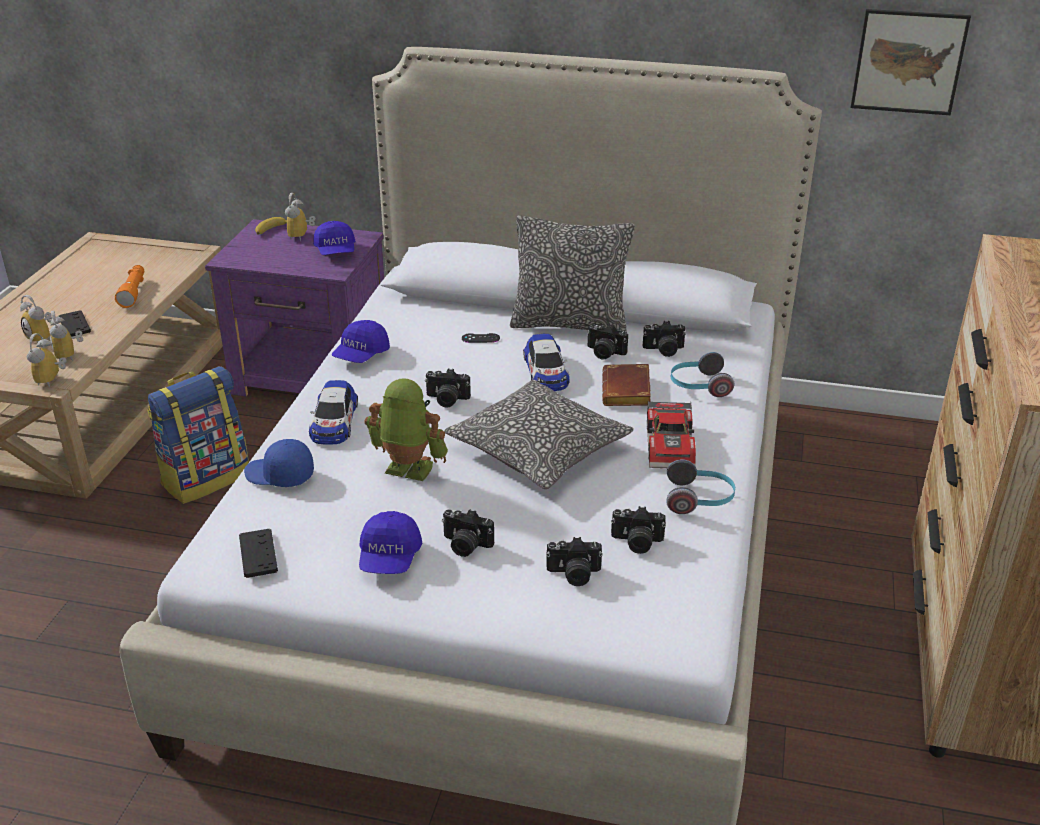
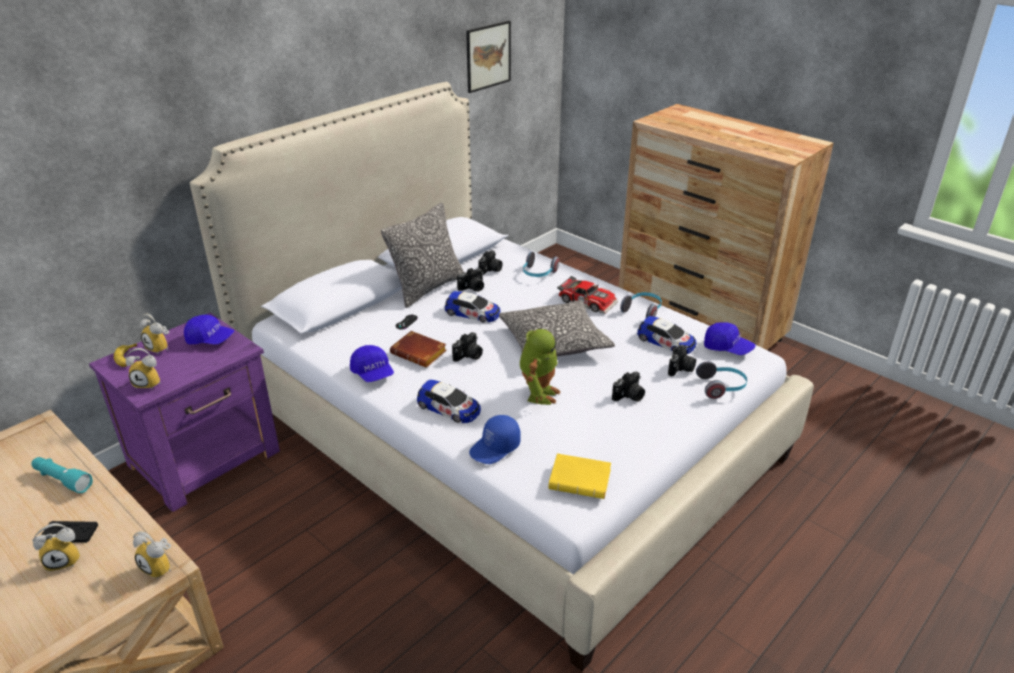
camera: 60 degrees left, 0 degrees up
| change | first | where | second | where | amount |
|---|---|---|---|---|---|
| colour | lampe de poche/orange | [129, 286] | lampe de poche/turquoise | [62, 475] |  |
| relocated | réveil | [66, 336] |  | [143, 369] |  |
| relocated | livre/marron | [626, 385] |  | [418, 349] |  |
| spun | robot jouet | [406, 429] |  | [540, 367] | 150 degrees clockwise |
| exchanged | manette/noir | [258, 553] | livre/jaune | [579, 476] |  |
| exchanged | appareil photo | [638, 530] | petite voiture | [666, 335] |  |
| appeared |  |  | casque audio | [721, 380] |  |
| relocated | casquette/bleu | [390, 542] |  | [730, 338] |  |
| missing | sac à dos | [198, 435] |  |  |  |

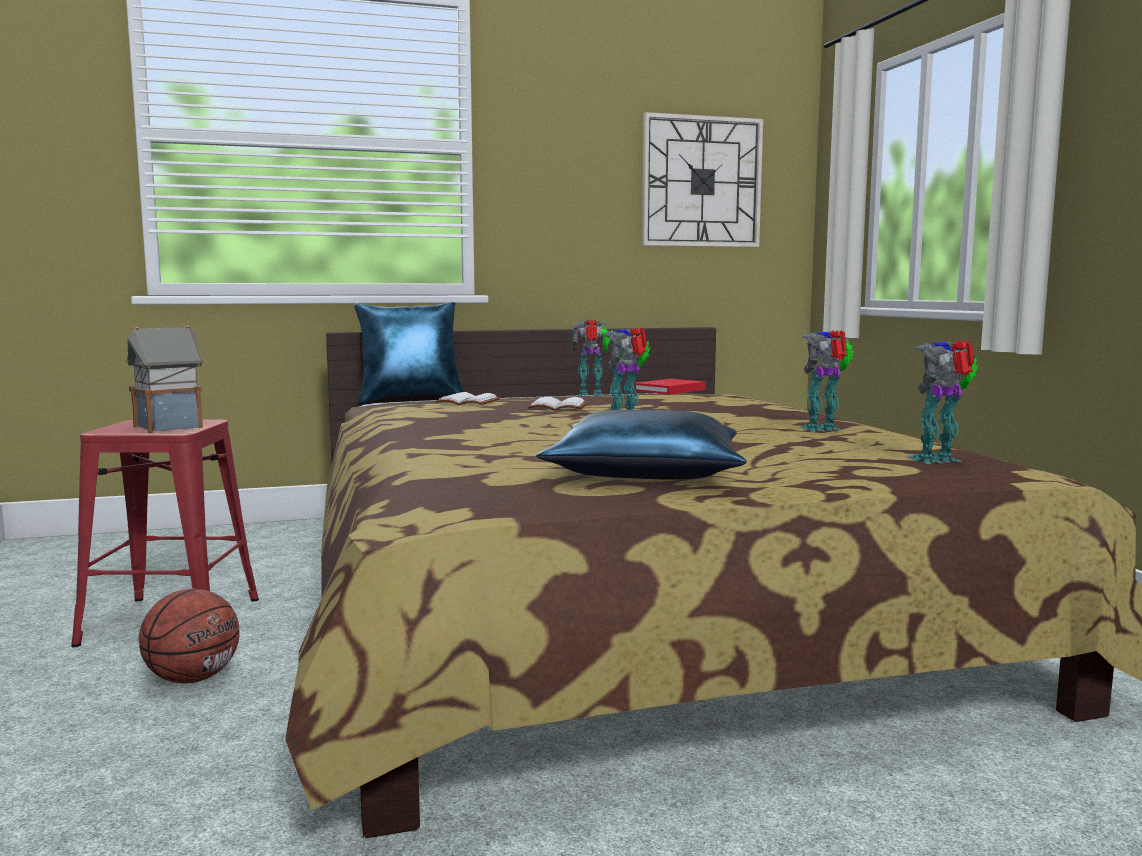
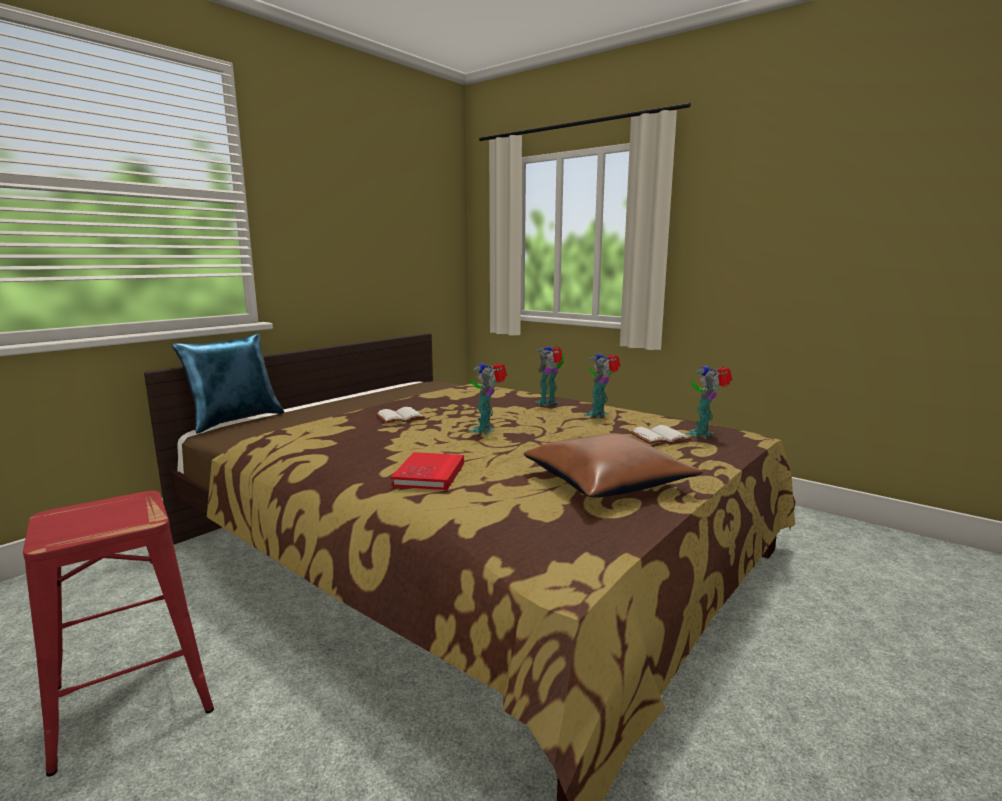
camera: 35 degrees left, 5 degrees up
| change | first | where | second | where | amount |
|---|---|---|---|---|---|
| relocated | livre/rouge | [670, 387] |  | [427, 471] |  |
| colour | coussin/bleu | [641, 445] | coussin/marron | [613, 465] |  |
| relocated | robot jouet | [591, 358] |  | [550, 376] |  |
| relocated | livre/blanc | [467, 398] |  | [660, 434] |  |
| missing | maison miniature | [164, 379] |  |  |  |
| missing | ballon de basket | [189, 636] |  |  |  |
| missing | horloge murale | [702, 179] |  |  |  |

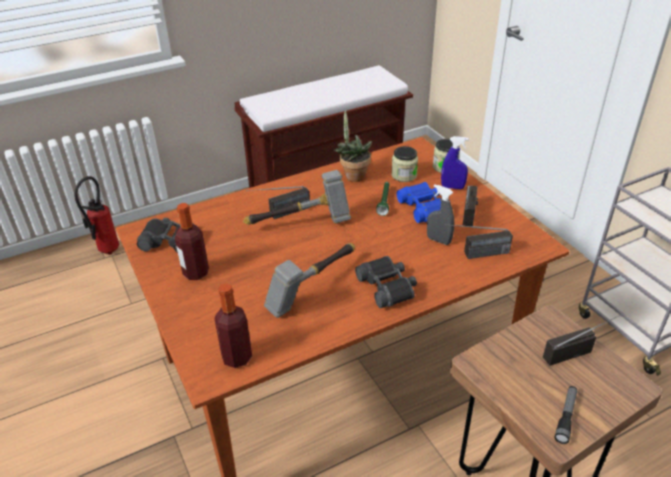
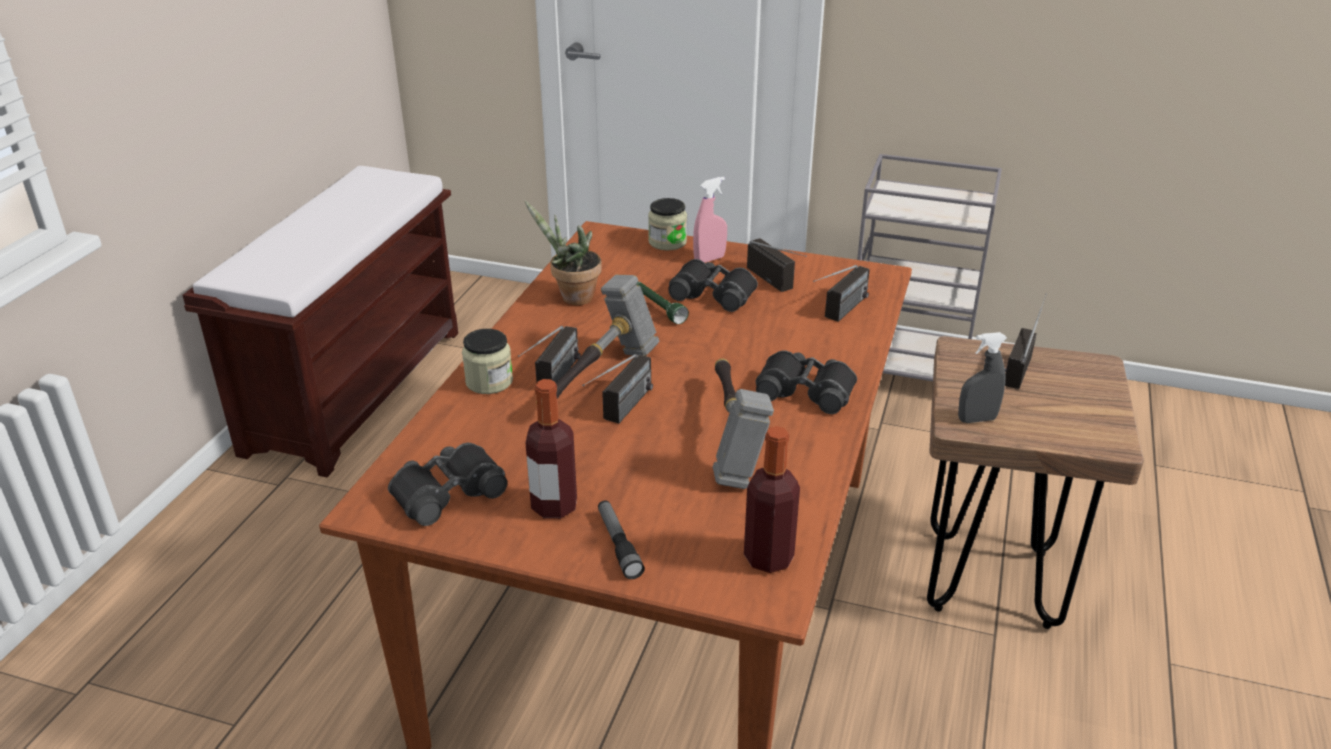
camera: 45 degrees left, 5 degrees down
| change | first | where | second | where | amount |
|---|---|---|---|---|---|
| relocated | bocal | [404, 164] |  | [487, 361] |  |
| appeared |  |  | radio | [617, 388] |  |
| relocated | lampe de poche | [565, 415] |  | [621, 539] |  |
| colour | jumelles/bleu | [419, 202] | jumelles/noir | [713, 285] |  |
| colour | vaporisateur/bleu | [455, 162] | vaporisateur/rose | [710, 220] |  |
| relocated | vaporisateur/gris | [440, 214] |  | [982, 377] |  |
| missing | extincteur | [96, 215] |  |  |  |

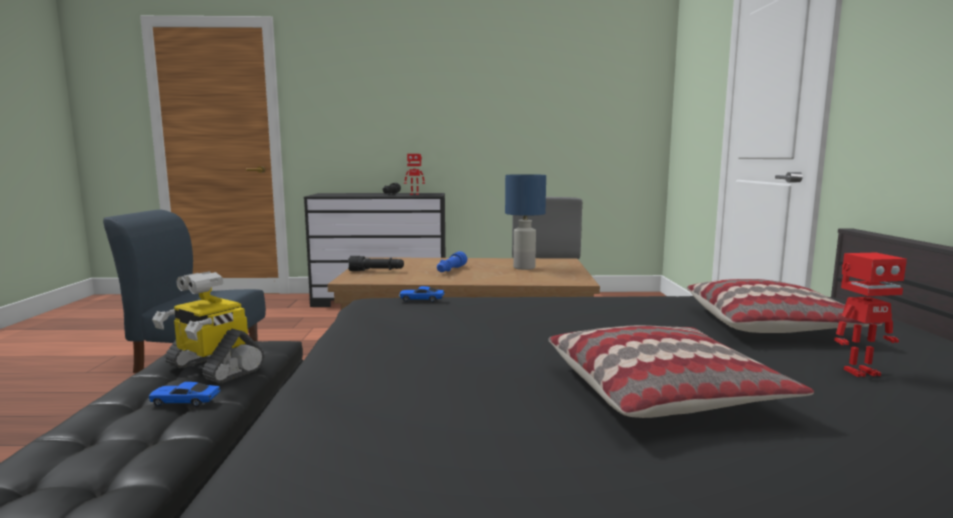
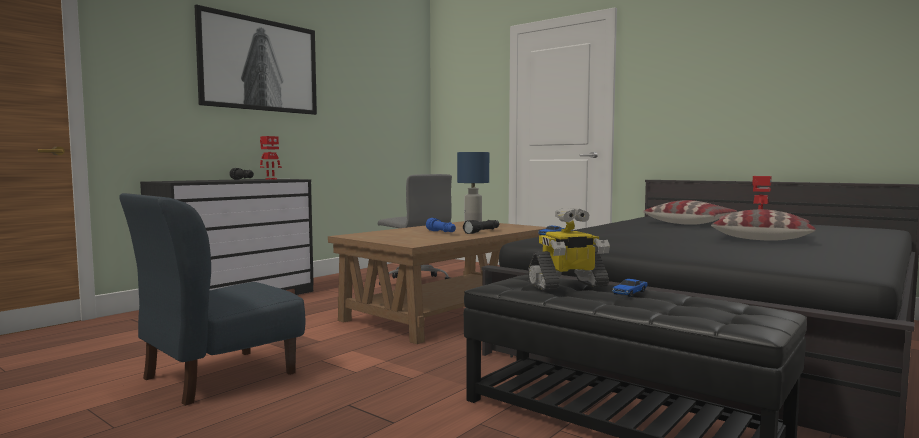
camera: 50 degrees left, 5 degrees down
| change | first | where | second | where | amount |
|---|---|---|---|---|---|
| appeared |  |  | tableau | [256, 59] |  |
| relocated | lampe de poche/noir | [376, 263] |  | [481, 227] |  |

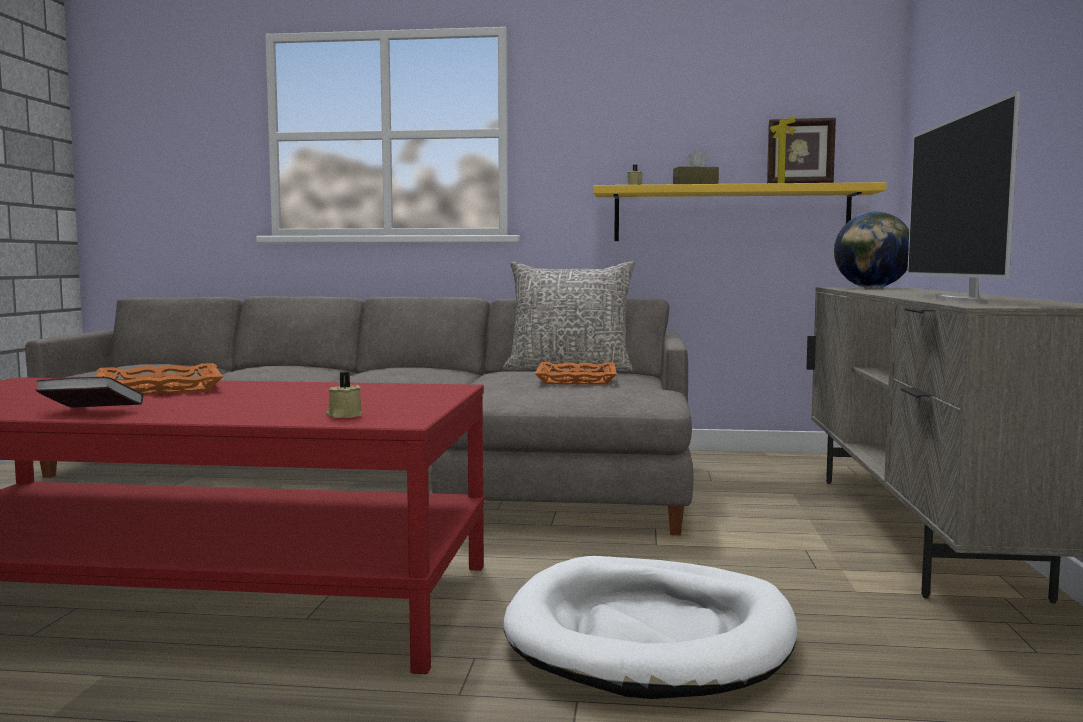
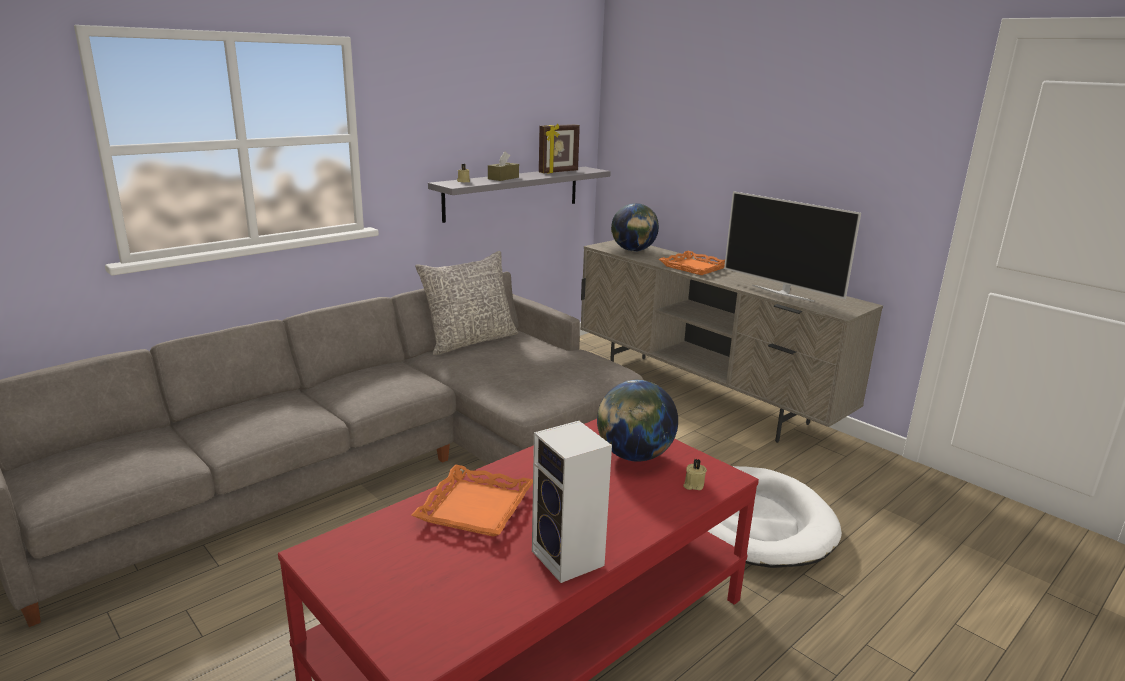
camera: 50 degrees left, 15 degrees up
| change | first | where | second | where | amount |
|---|---|---|---|---|---|
| colour | étagère/jaune | [739, 211] | étagère/gris | [519, 195] |  |
| exchanged | livre | [89, 392] | enceinte | [572, 502] |  |
| appeared |  |  | globe | [637, 421] |  |
| relocated | plateau/orange | [575, 373] |  | [692, 263] |  |

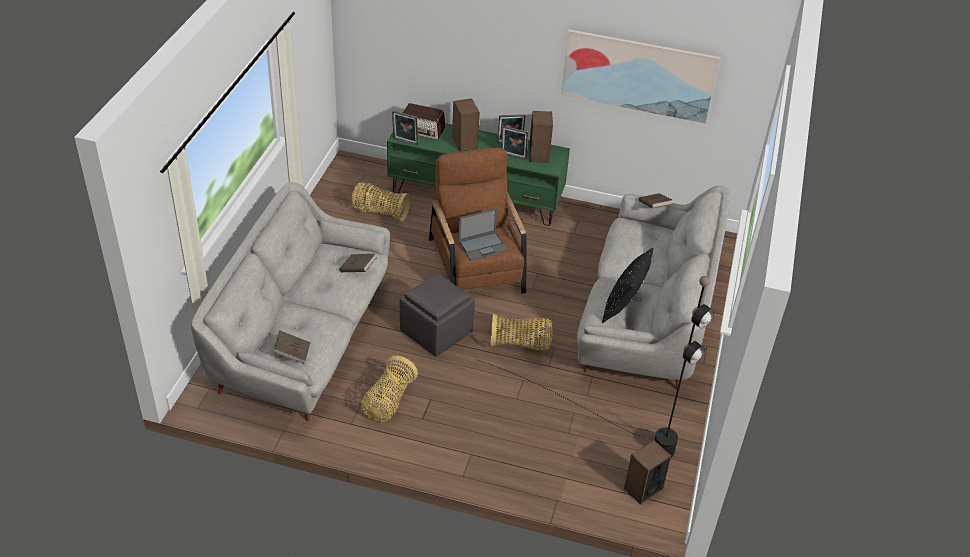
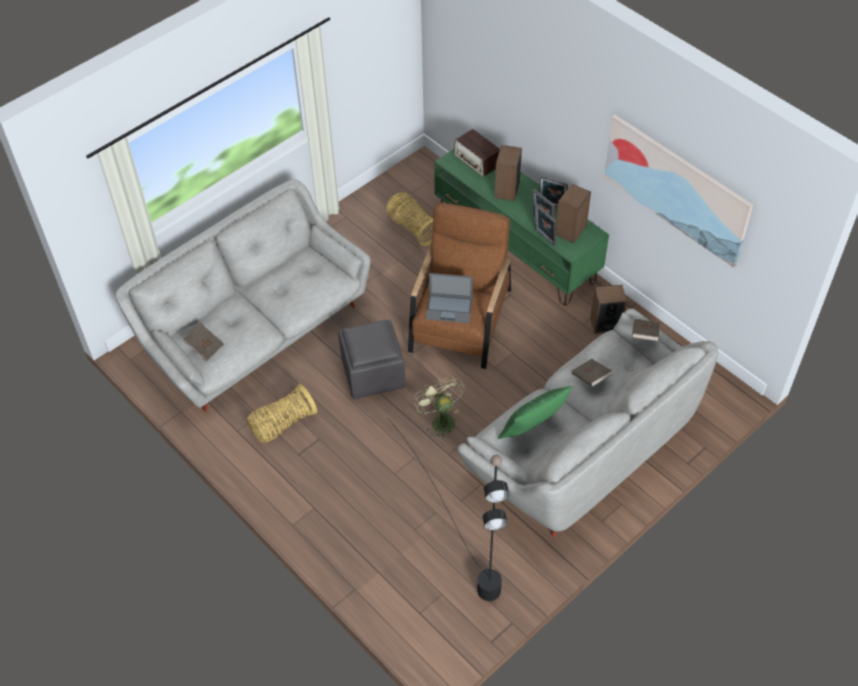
camera: 35 degrees right, 10 degrees up
| change | first | where | second | where | amount |
|---|---|---|---|---|---|
| exchanged | panier | [522, 332] | ventilateur/vert | [439, 409] |  |
| colour | coussin/noir | [628, 285] | coussin/vert | [535, 412] |  |
| relocated | cadre photo | [405, 128] |  | [545, 224] |  |
| relocated | livre/marron | [358, 263] |  | [592, 373] |  |
| relocated | enceinte | [647, 472] |  | [608, 309] |  |

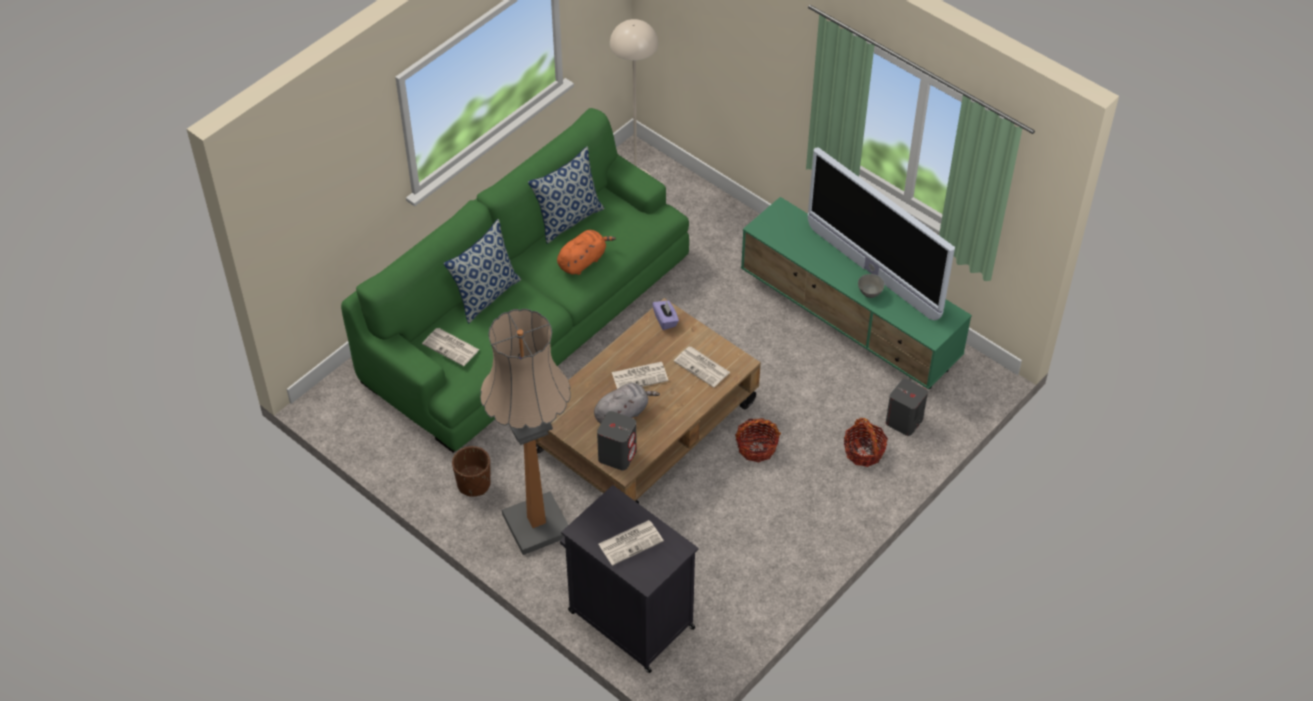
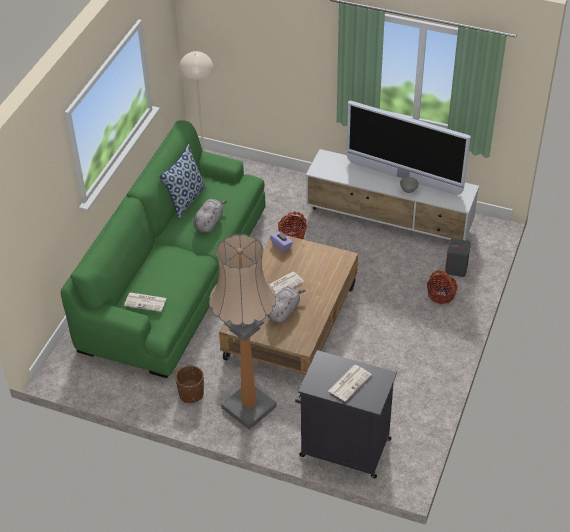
camera: 20 degrees left, 5 degrees down
| change | first | where | second | where | amount |
|---|---|---|---|---|---|
| colour | peluche/orange | [586, 252] | peluche/gris | [210, 216] |  |
| relocated | panier | [758, 440] |  | [292, 225] |  |
| colour | meuble télé/vert | [856, 293] | meuble télé/blanc | [392, 194] |  |
| missing | coussin | [482, 271] |  |  |  |
| missing | enceinte/gris | [617, 440] |  |  |  |
| missing | journal | [702, 367] |  |  |  |

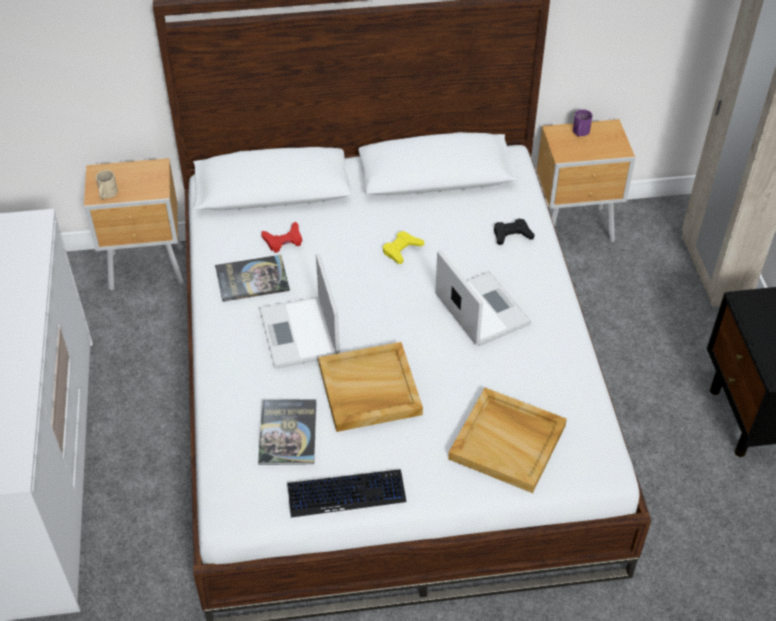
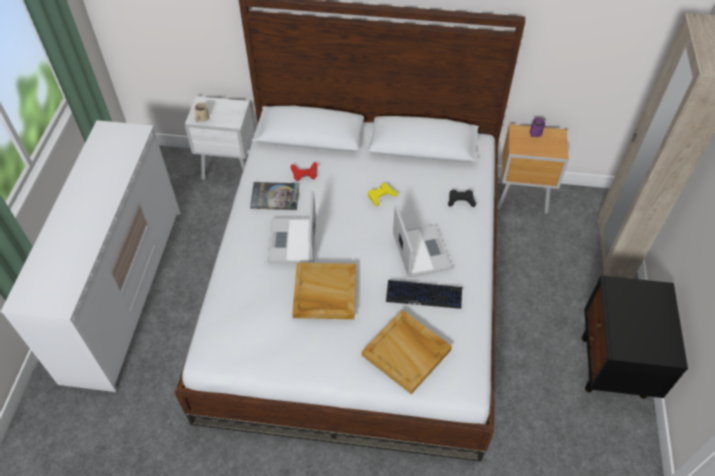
camera: 15 degrees right, 5 degrees up
| change | first | where | second | where | amount |
|---|---|---|---|---|---|
| colour | table de chevet/marron | [134, 224] | table de chevet/blanc | [219, 138] |  |
| relocated | clavier | [346, 493] |  | [424, 294] |  |
| missing | livre | [287, 432] |  |  |  |

